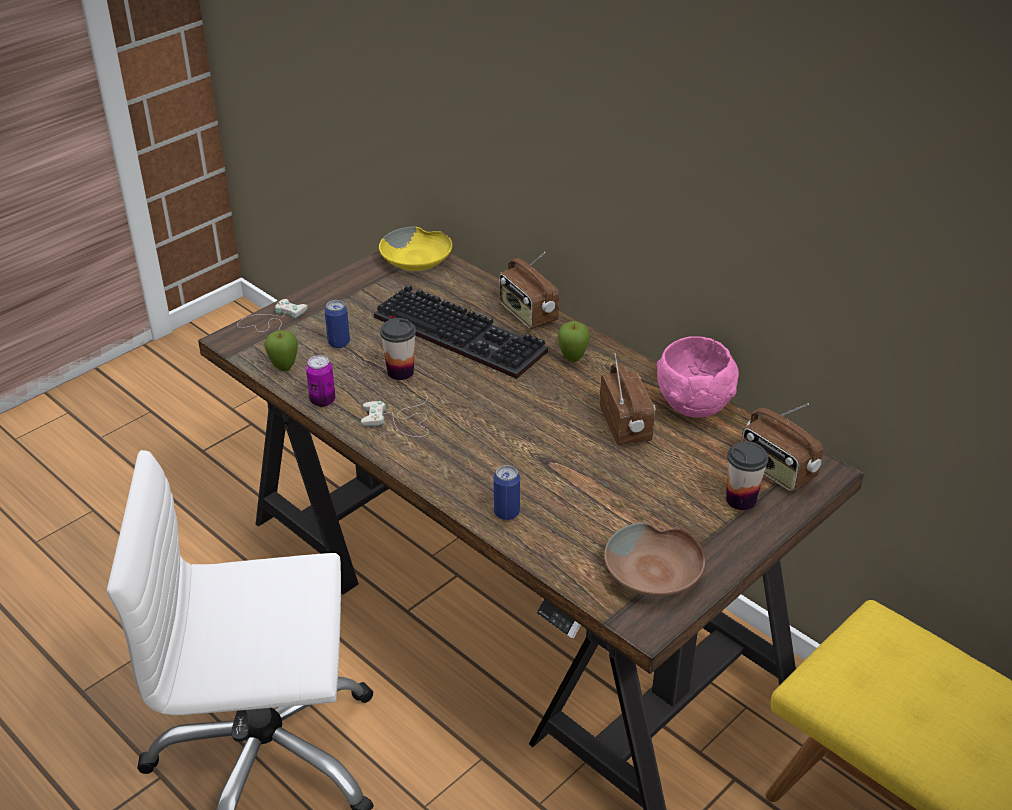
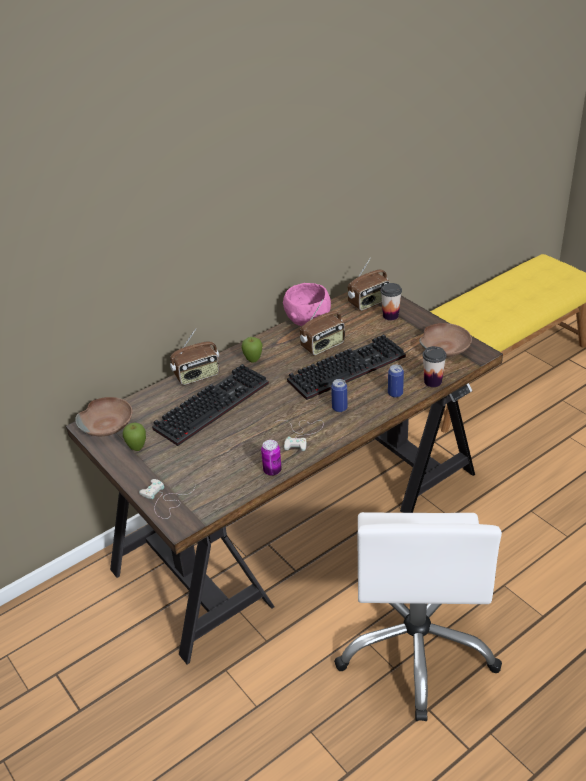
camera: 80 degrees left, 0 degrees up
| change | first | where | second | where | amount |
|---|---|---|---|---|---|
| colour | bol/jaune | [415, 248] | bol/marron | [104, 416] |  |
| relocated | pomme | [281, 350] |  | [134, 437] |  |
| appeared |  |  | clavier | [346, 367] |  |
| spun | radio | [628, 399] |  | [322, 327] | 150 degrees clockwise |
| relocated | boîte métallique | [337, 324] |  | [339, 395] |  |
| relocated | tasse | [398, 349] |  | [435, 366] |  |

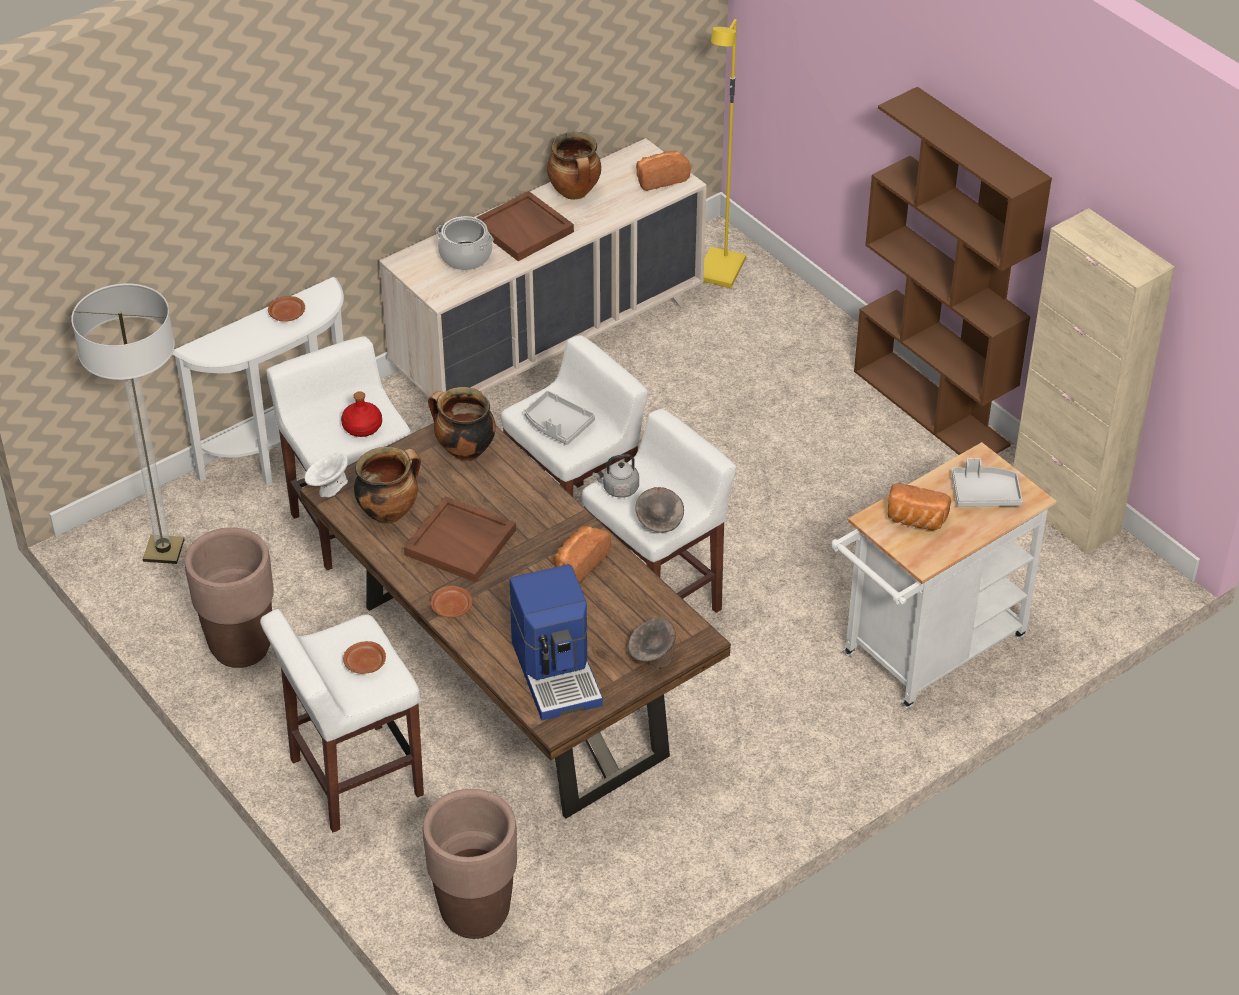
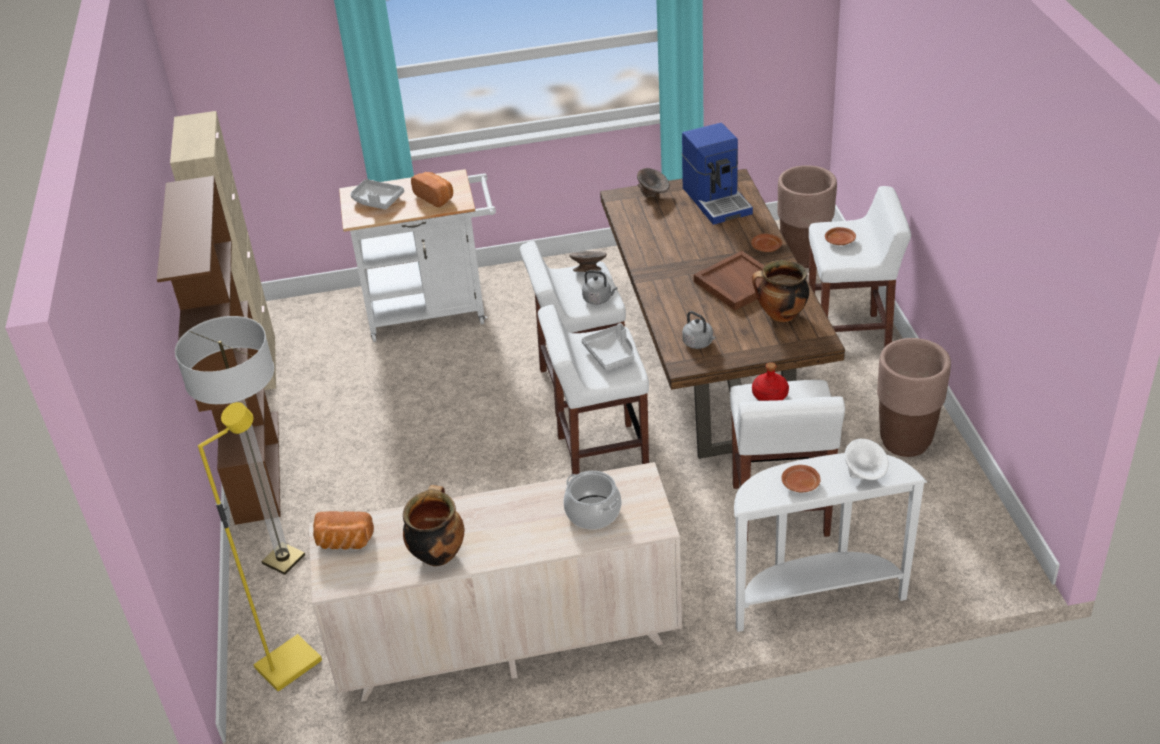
camera: 150 degrees left, 5 degrees down
| change | first | where | second | where | amount |
|---|---|---|---|---|---|
| relocated | lampadaire | [127, 423] |  | [240, 445] |  |
| spun | machine à café | [556, 642] |  | [717, 174] | 150 degrees clockwise |
| exchanged | marmite | [462, 424] | bouilloire/gris | [698, 330] |  |
| relocated | bol/blanc | [326, 475] |  | [867, 459] |  |
| missing | plateau/marron | [525, 226] |  |  |  |
| missing | pain | [582, 554] |  |  |  |

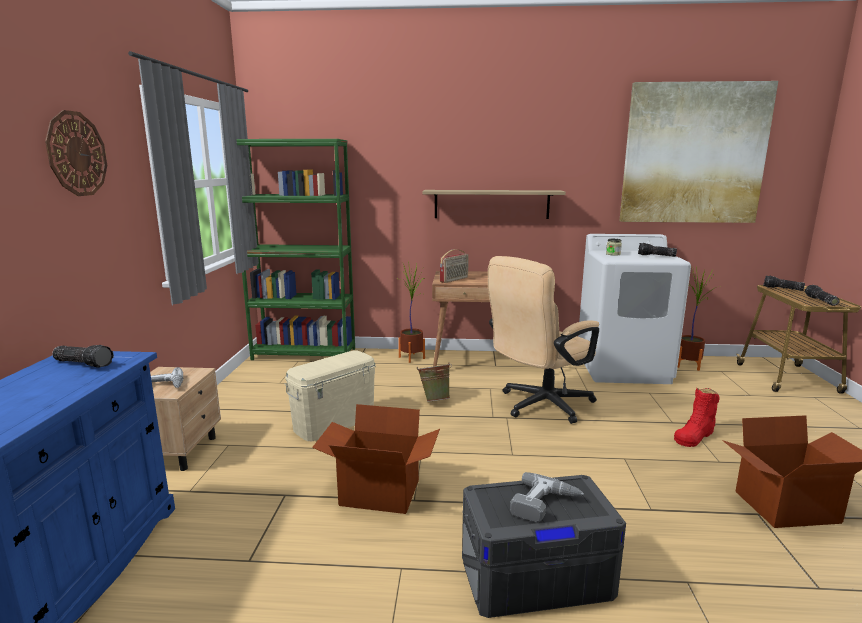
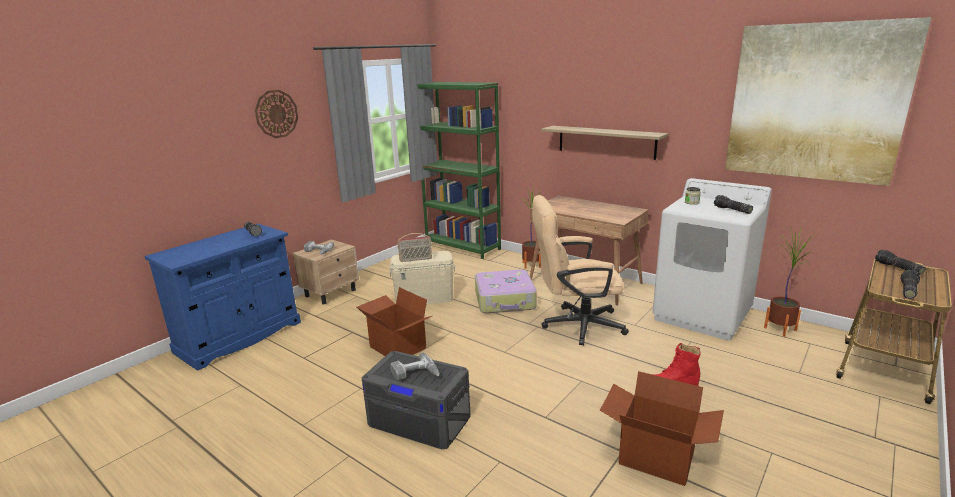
camera: 35 degrees right, 5 degrees up
| change | first | where | second | where | amount |
|---|---|---|---|---|---|
| relocated | radio | [454, 266] |  | [415, 247] |  |
| exchanged | seau/vert | [434, 381] | valise | [506, 291] |  |

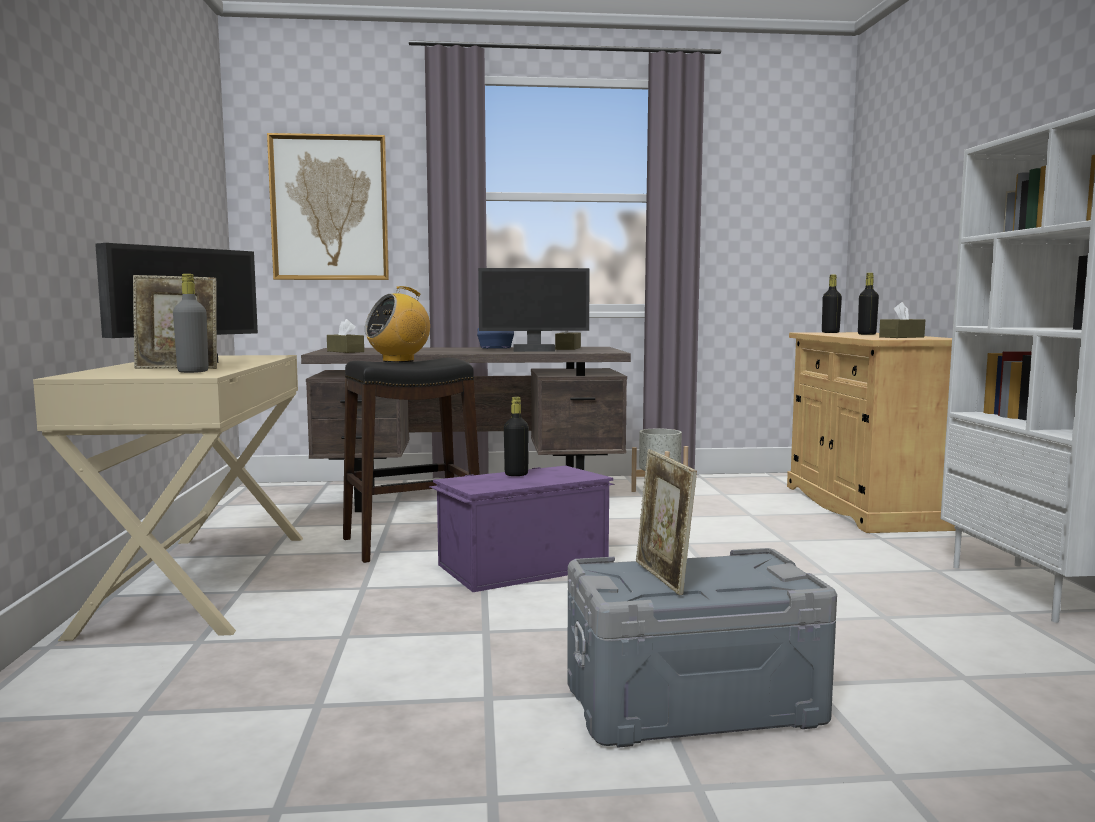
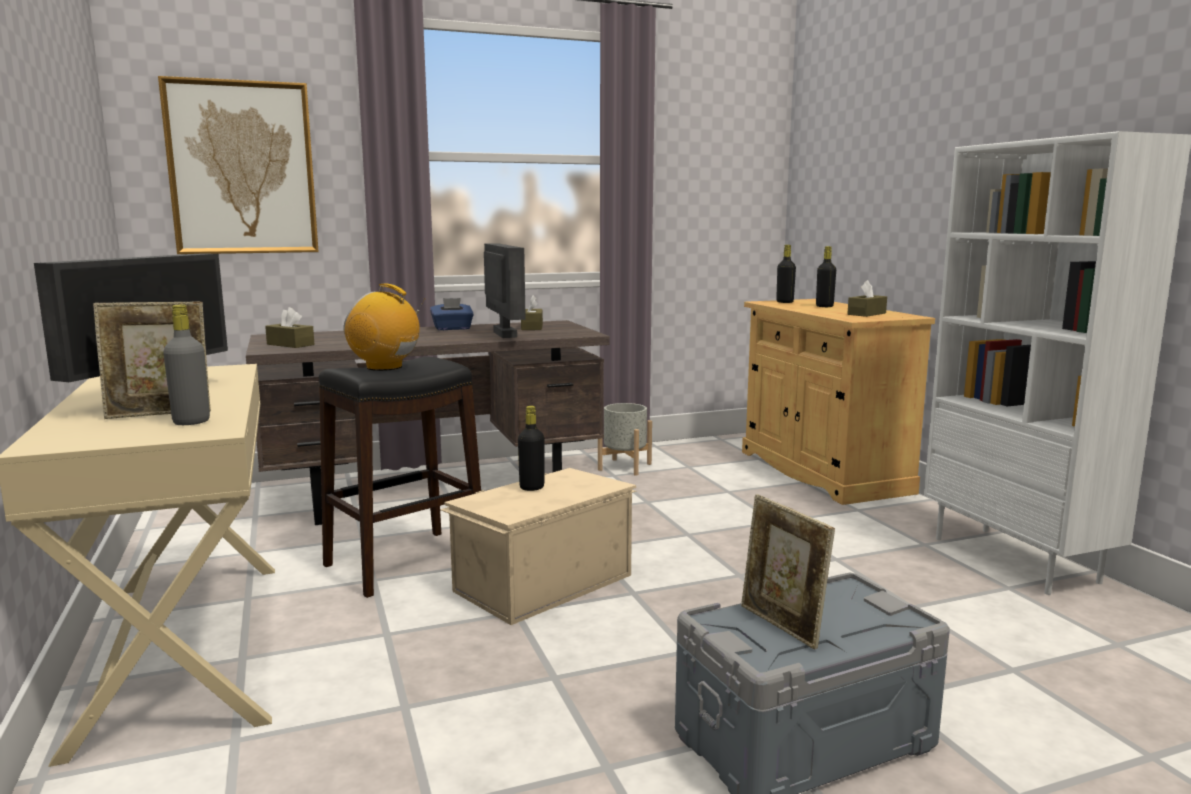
camera: 15 degrees left, 5 degrees up
| change | first | where | second | where | amount |
|---|---|---|---|---|---|
| spun | radio | [397, 324] |  | [384, 327] | 75 degrees clockwise |
| colour | boîte de rangement/violet | [522, 529] | boîte de rangement/beige | [538, 546] |  |
| spun | écran d'ordinateur | [534, 310] |  | [505, 290] | 90 degrees counterclockwise |

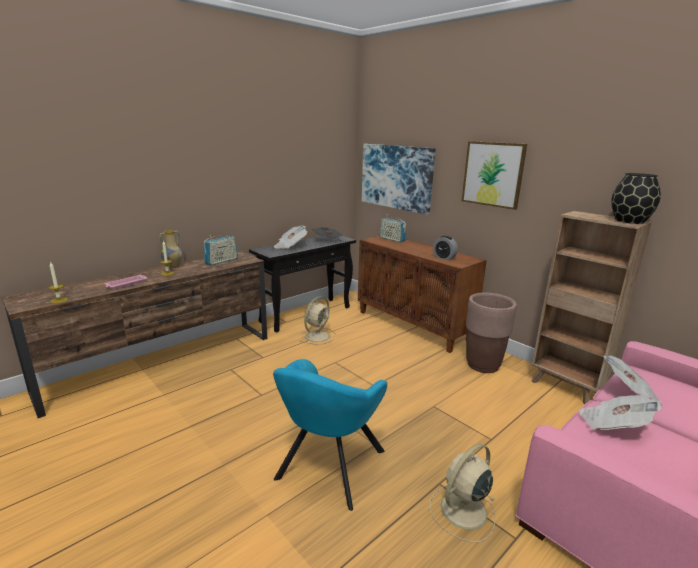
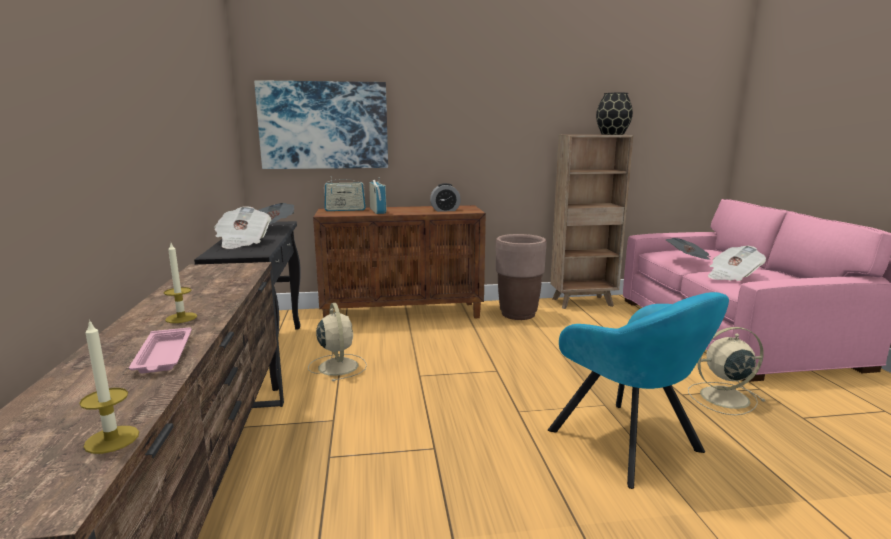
camera: 55 degrees left, 5 degrees down
| change | first | where | second | where | amount |
|---|---|---|---|---|---|
| relocated | radio | [221, 250] |  | [378, 197] |  |
| spun | ventilateur/beige | [463, 493] |  | [726, 371] | 90 degrees clockwise |
| missing | vase | [171, 249] |  |  |  |
| missing | tableau | [494, 175] |  |  |  |

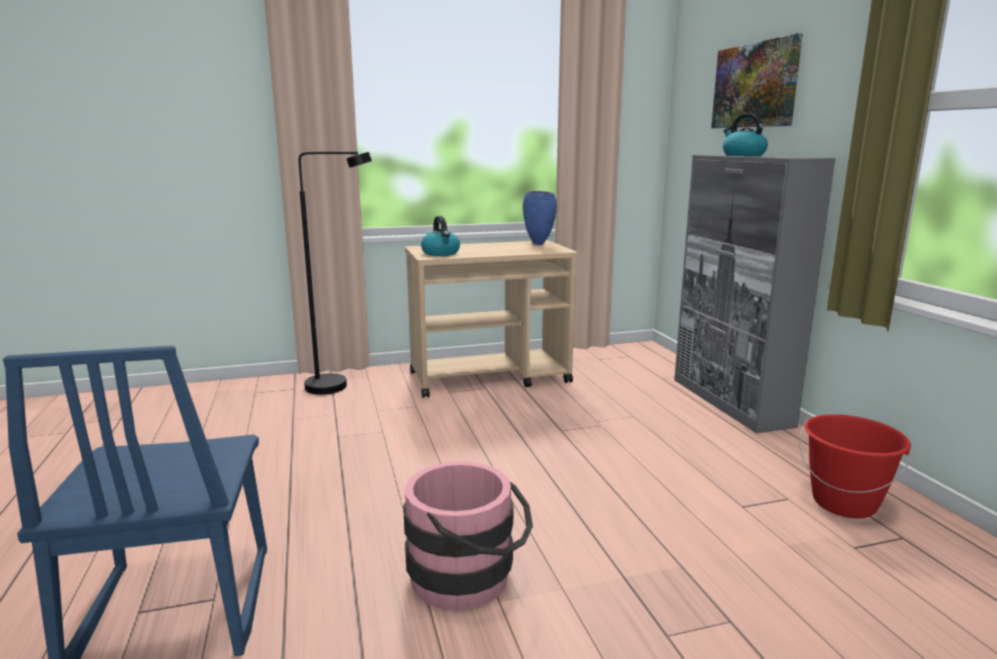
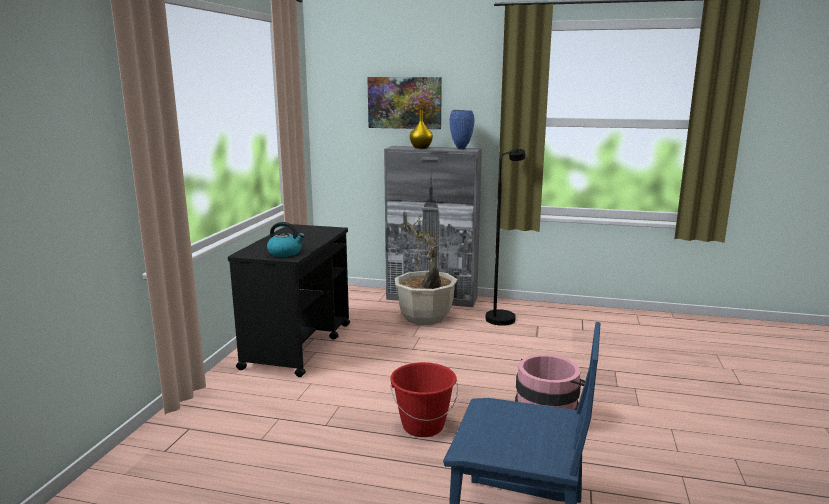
camera: 60 degrees left, 0 degrees up
| change | first | where | second | where | amount |
|---|---|---|---|---|---|
| colour | chariot/beige | [491, 319] | chariot/noir | [289, 300] |  |
| relocated | seau/rouge | [856, 466] |  | [424, 399] |  |
| appeared |  |  | plante en pot | [426, 268] |  |
| exchanged | bouilloire | [745, 134] | vase/jaune | [421, 129] |  |
| relocated | vase/bleu | [540, 218] |  | [461, 129] |  |
| relocated | lampadaire/noir | [335, 273] |  | [505, 237] |  |

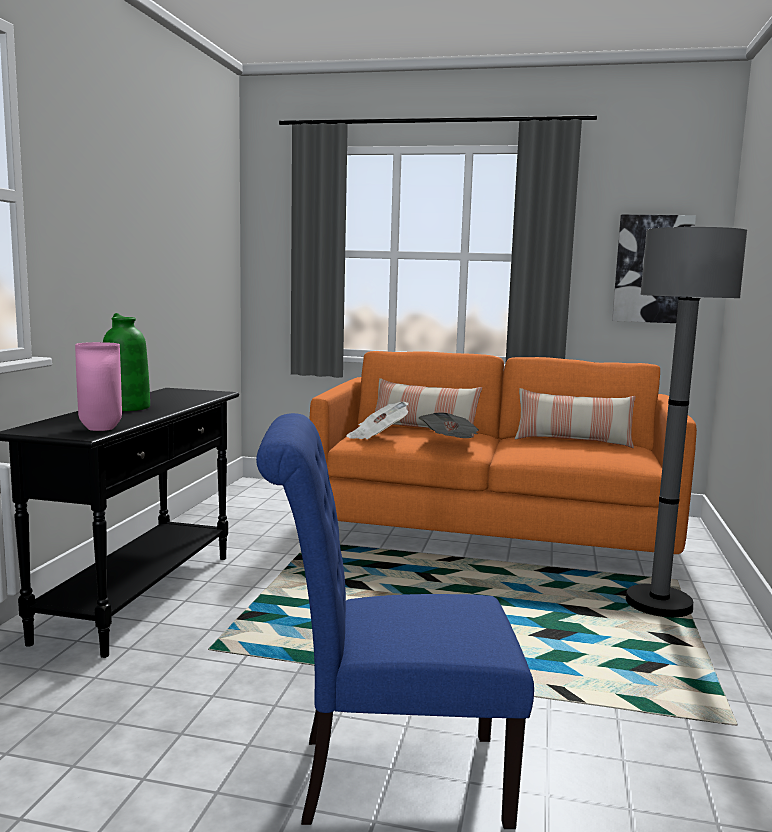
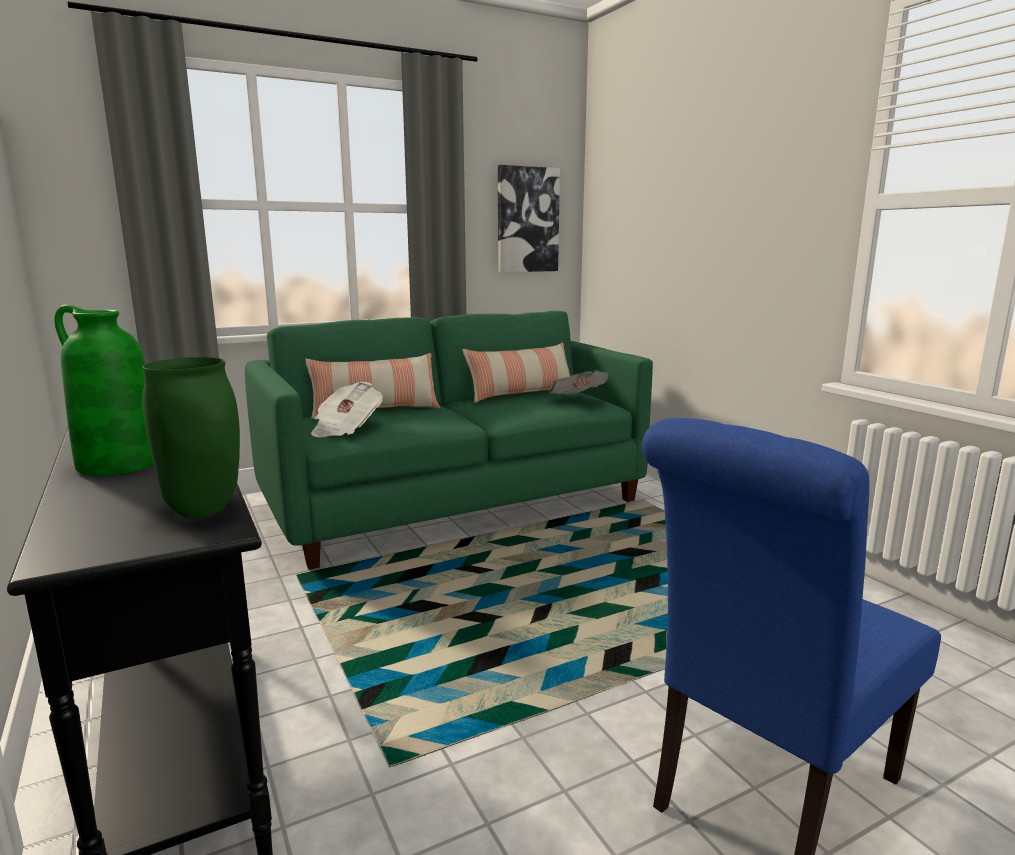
camera: 40 degrees left, 5 degrees up
| change | first | where | second | where | amount |
|---|---|---|---|---|---|
| colour | vase/rose | [98, 386] | vase/vert | [191, 437] |  |
| colour | canapé/orange | [503, 452] | canapé/vert | [449, 440] |  |
| relocated | journal | [449, 425] |  | [579, 382] |  |
| missing | lampadaire/gris | [686, 422] |  |  |  |

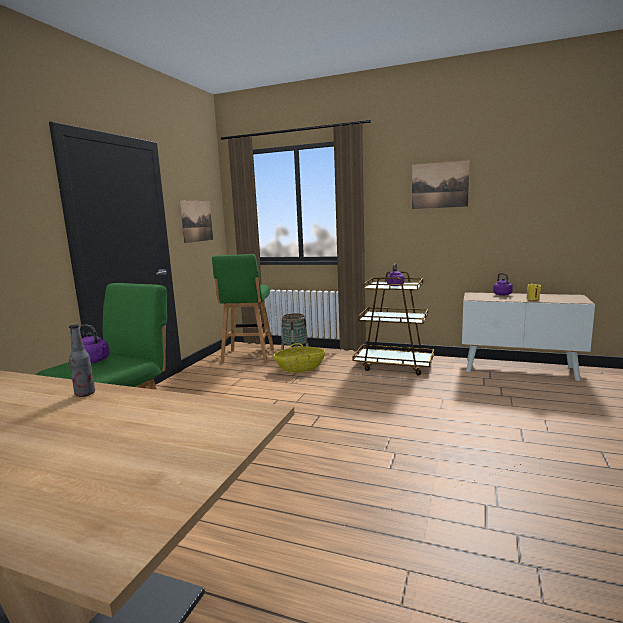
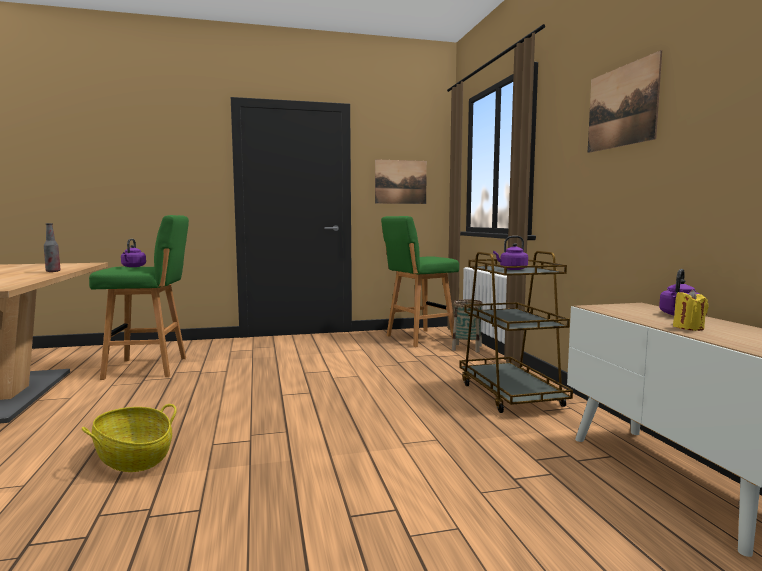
camera: 55 degrees right, 5 degrees down
| change | first | where | second | where | amount |
|---|---|---|---|---|---|
| relocated | panier | [299, 357] |  | [129, 438] |  |

